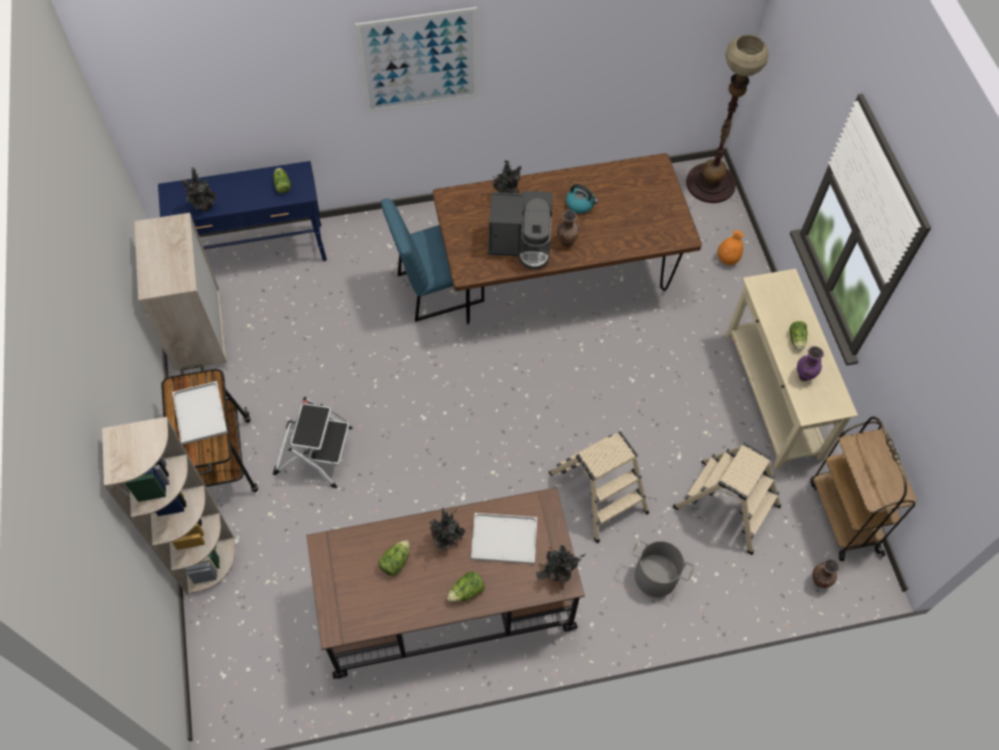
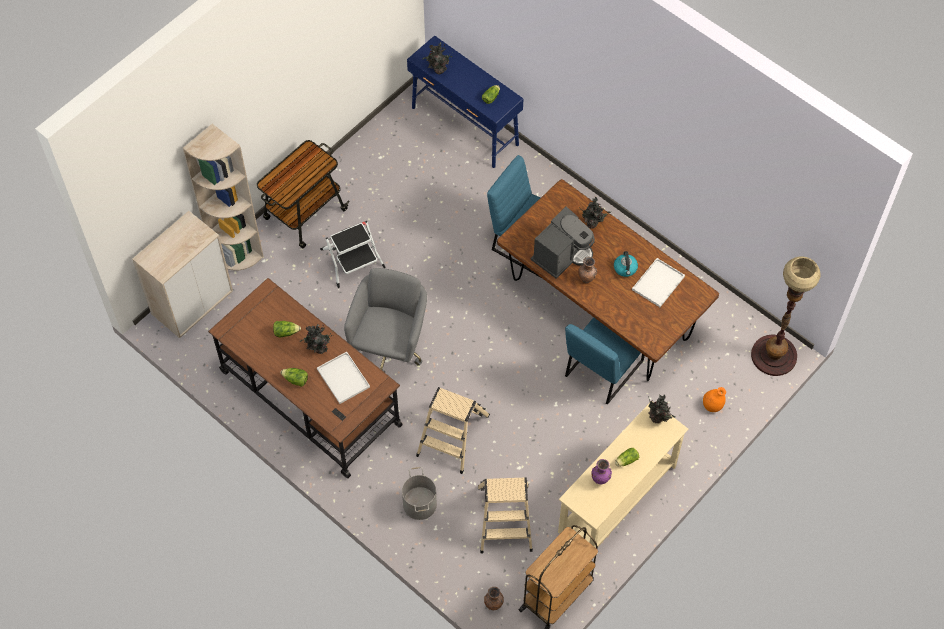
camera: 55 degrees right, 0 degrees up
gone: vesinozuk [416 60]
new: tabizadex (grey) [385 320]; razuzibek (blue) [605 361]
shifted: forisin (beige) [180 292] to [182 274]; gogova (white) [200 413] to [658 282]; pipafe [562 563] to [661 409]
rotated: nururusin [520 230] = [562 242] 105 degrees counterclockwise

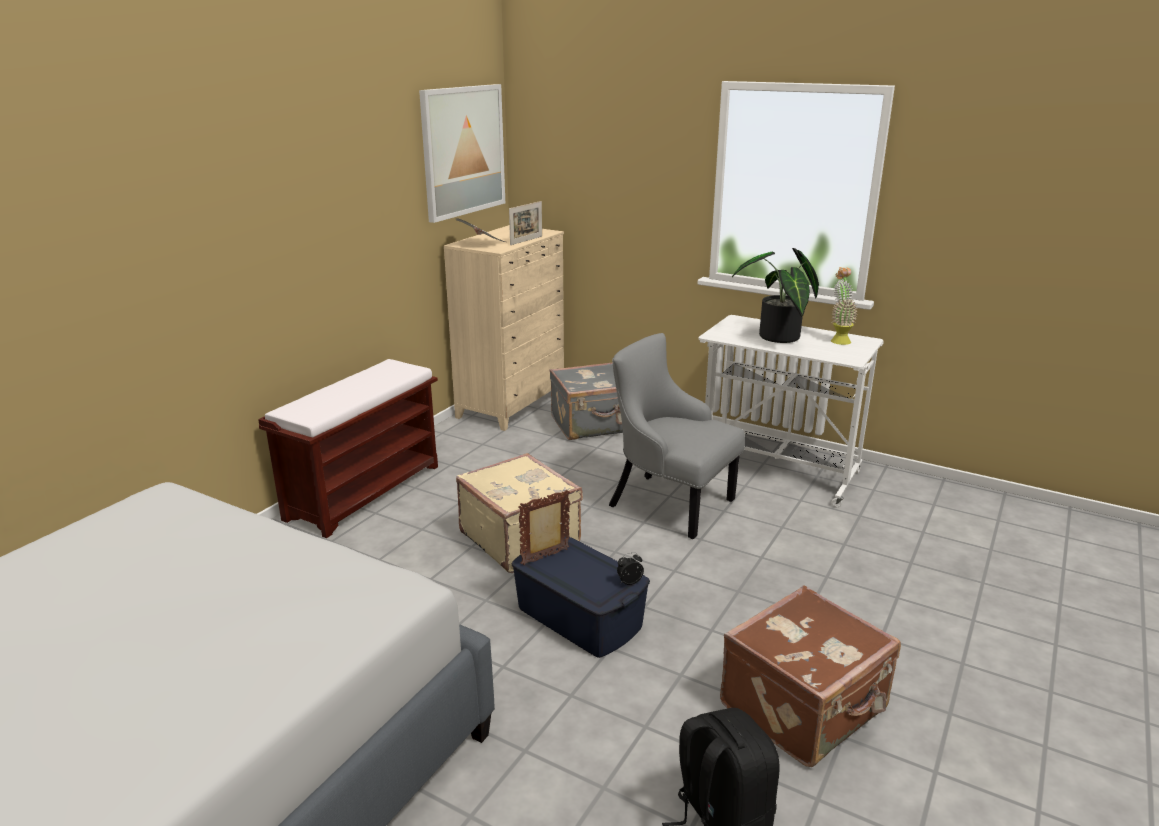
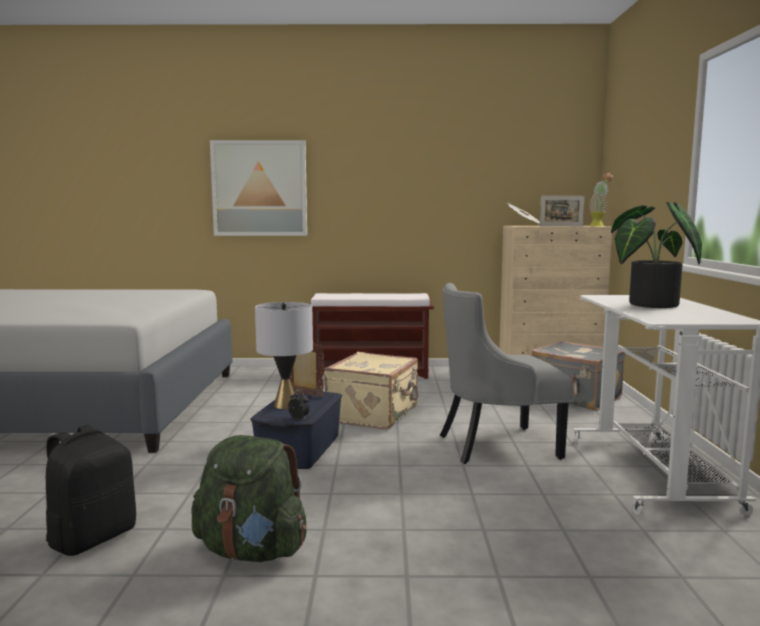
camera: 60 degrees right, 15 degrees down
new: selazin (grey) [284 355]
shifted: vesinozuk [462 153] to [258 188]; pipafe [844 306] to [601 199]
swapped: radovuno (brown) [810 676] to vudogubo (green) [248 498]
rotated: razuzibek (grey) [677 436] = [507 373] 105 degrees counterclockwise

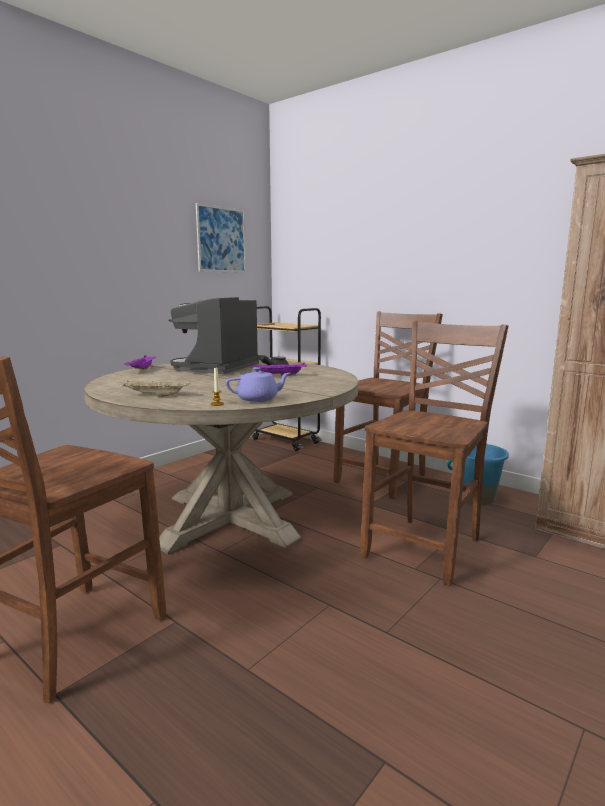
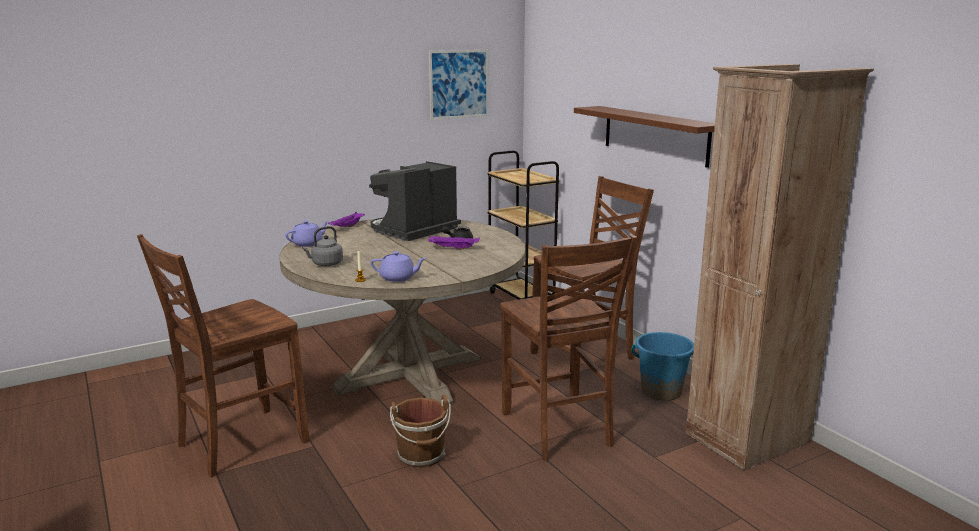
camera: 20 degrees right, 5 degrees up
new: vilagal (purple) [307 233]; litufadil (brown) [420 431]; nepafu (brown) [644 137]
swapped: gogova (beige) [156 389] to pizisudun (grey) [322 246]
rotated: razuzibek (brown) [434 453] = [568 348] 105 degrees clockwise

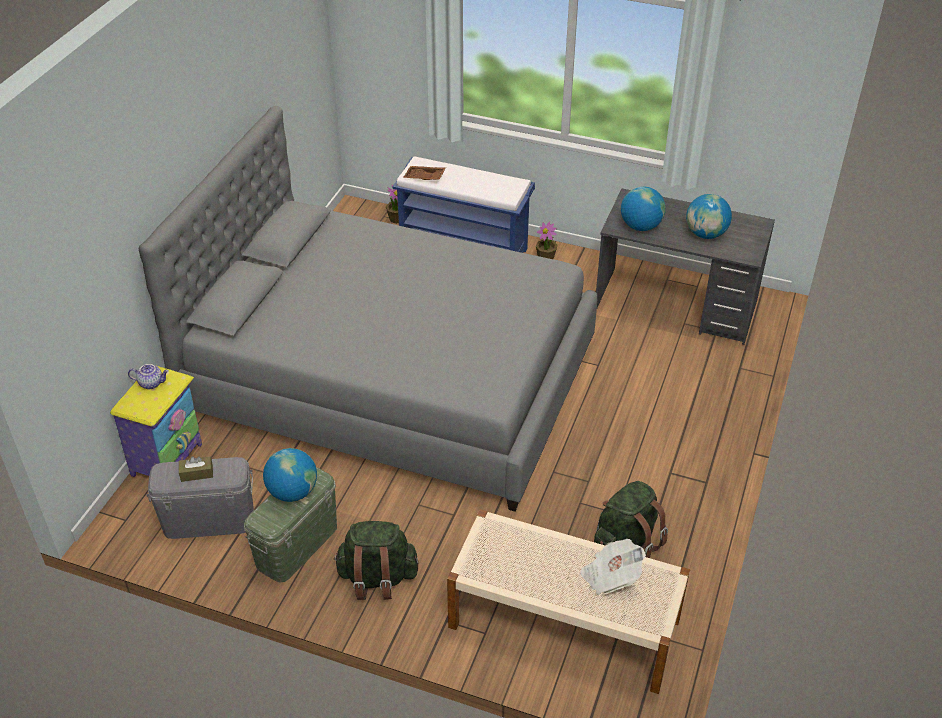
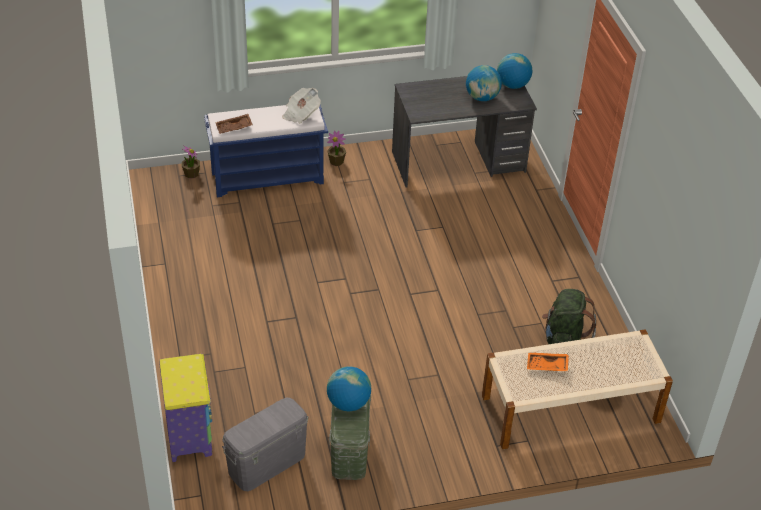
camera: 35 degrees left, 0 degrees up
gone: vilagal [148 376]; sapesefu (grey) [368 308]; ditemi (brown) [196 469]; vudogubo (green) [376 560]
new: gogova (orange) [548 361]
shifted: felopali [613 567] to [301 106]; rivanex [643 209] to [514 71]

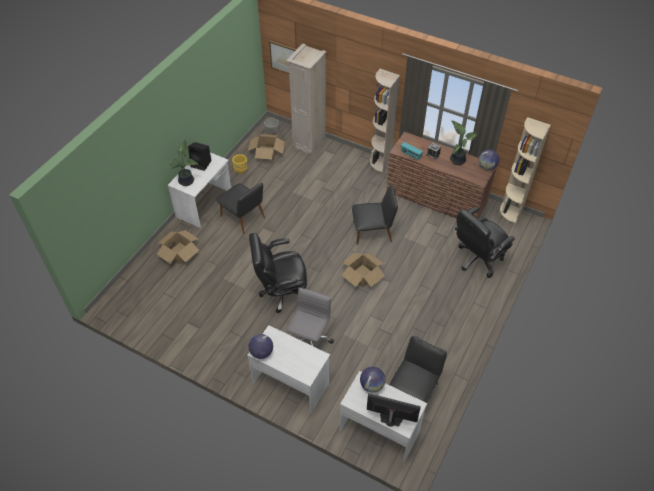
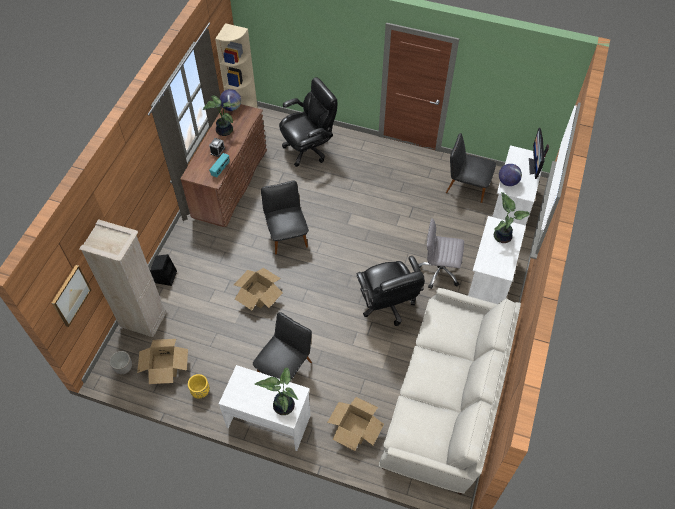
camera: 100 degrees left, 5 degrees up
gone: rivanex [260 346]; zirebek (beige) [385 121]
new: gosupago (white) [450 391]; pipafe [512 217]
shifted: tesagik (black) [199 156] to [163 270]; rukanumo [363 270] to [258 289]
rotated: tabizadex (black) [485 242] = [308 122] 75 degrees counterclockwise

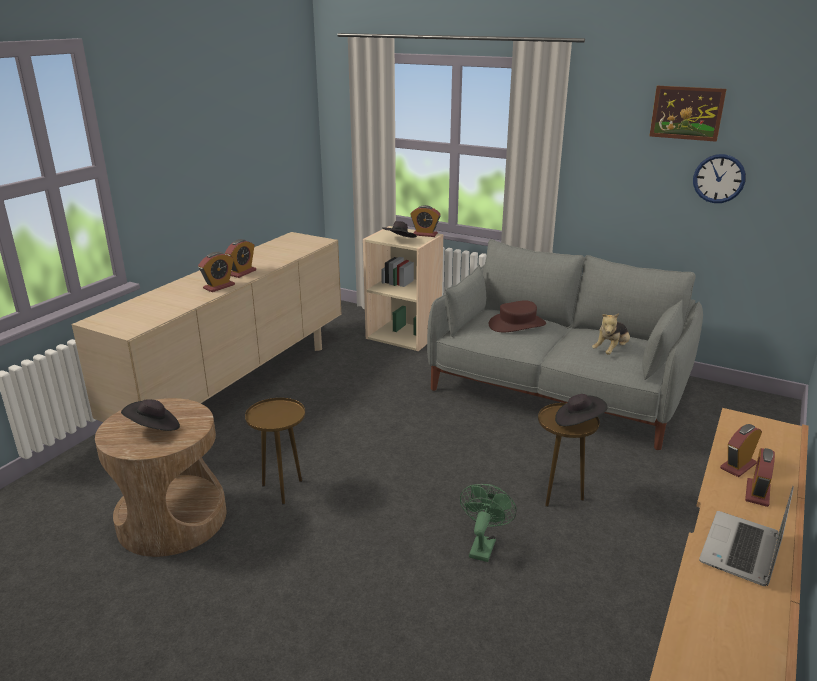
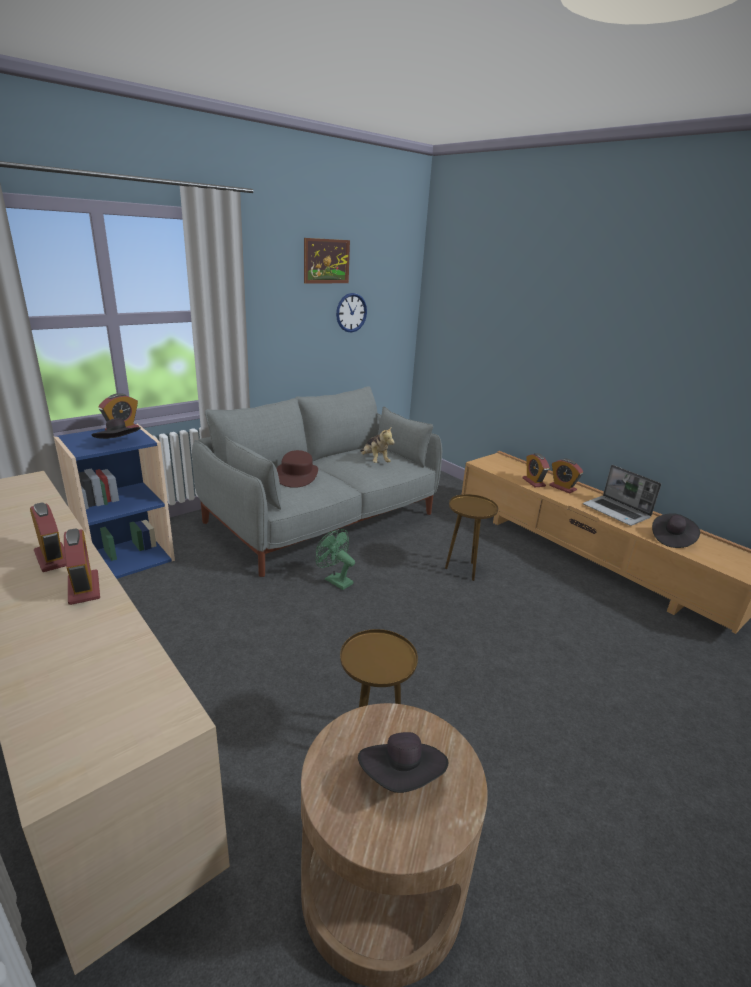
camera: 70 degrees left, 0 degrees up
shifted: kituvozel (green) [488 523] to [335 559]; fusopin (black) [581 410] to [676 530]
repainted: zirebek (beige) [403 288] to zirebek (blue) [114 501]

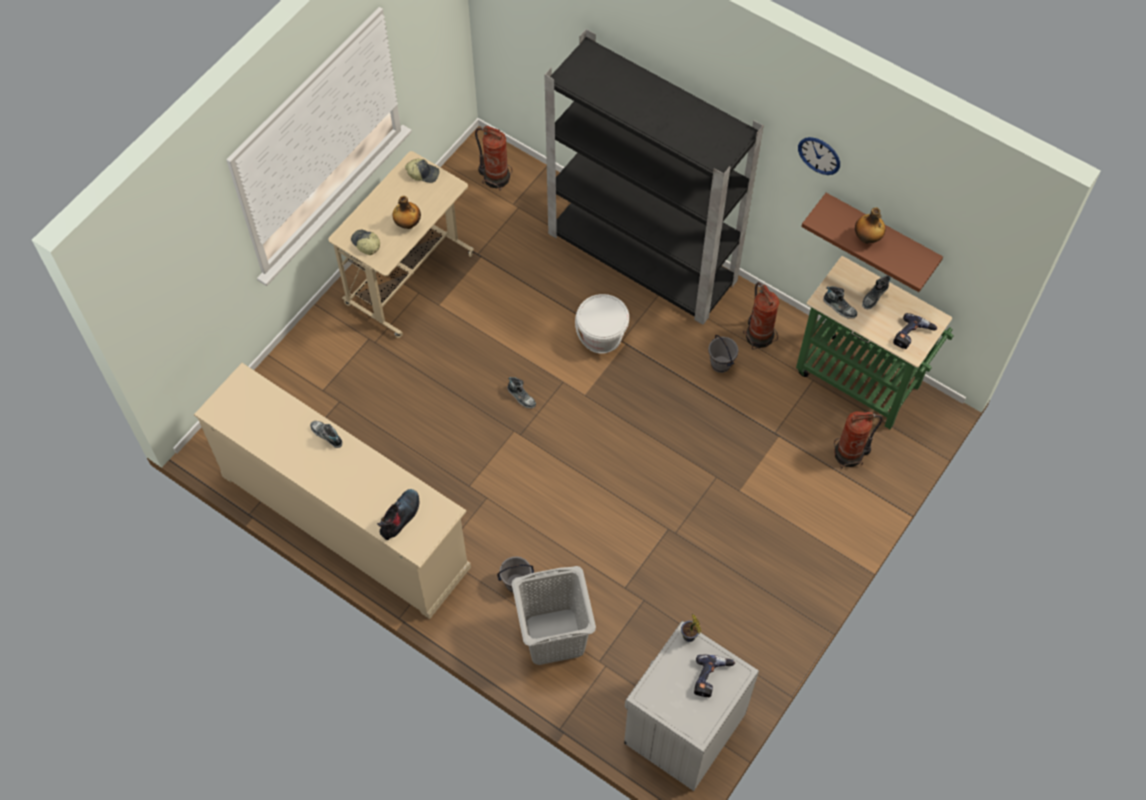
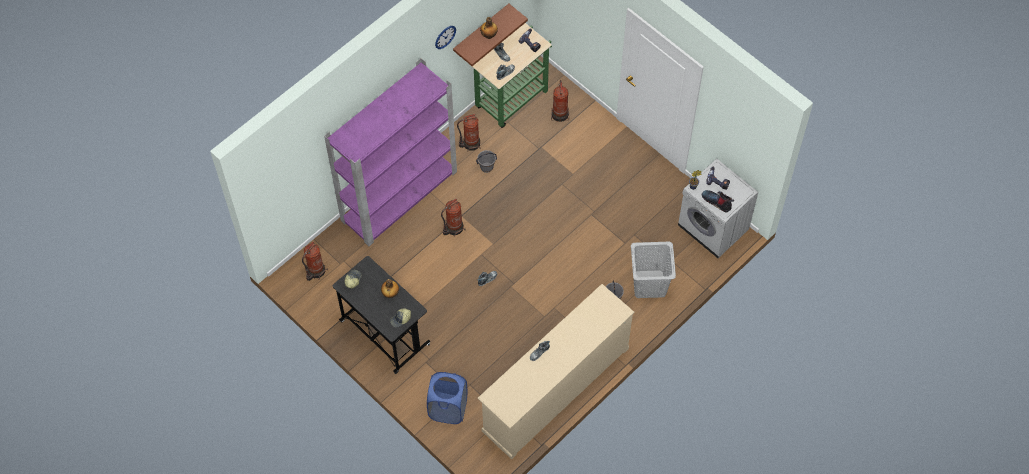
camera: 80 degrees left, 0 degrees up
new: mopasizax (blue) [447 398]
shifted: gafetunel [398 514] to [718 201]
swapped: litufadil (white) [602 324] to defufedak [453 218]
repainted: zirebek (black) [654 177] to zirebek (purple) [390 152]; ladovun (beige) [401 244] to ladovun (black) [381 315]

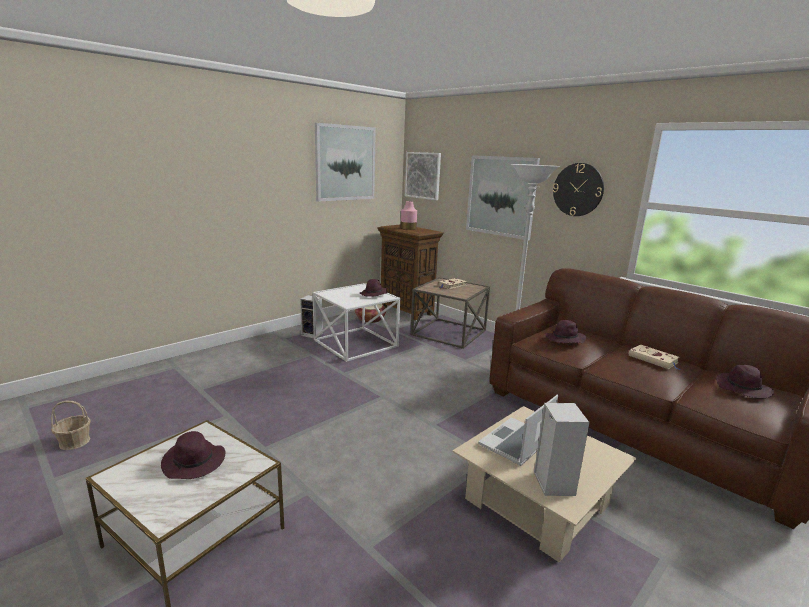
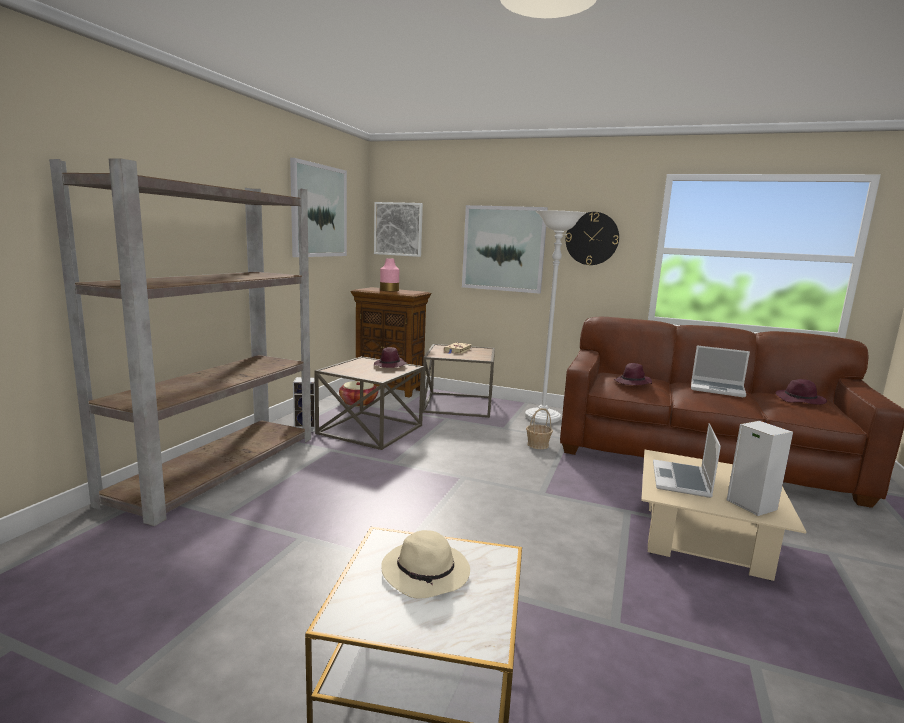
camera: 25 degrees left, 5 degrees down
new: zirebek (brown) [180 342]
shifted: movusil [71 425] to [539 428]
swapped: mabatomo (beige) [655 357] to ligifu [720 371]
repainted: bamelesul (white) [356 322] to bamelesul (brown) [369 403]; fusopin (purple) [193 455] to fusopin (beige) [425 564]

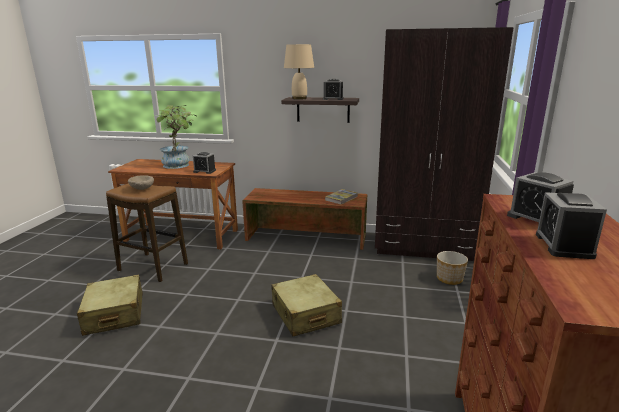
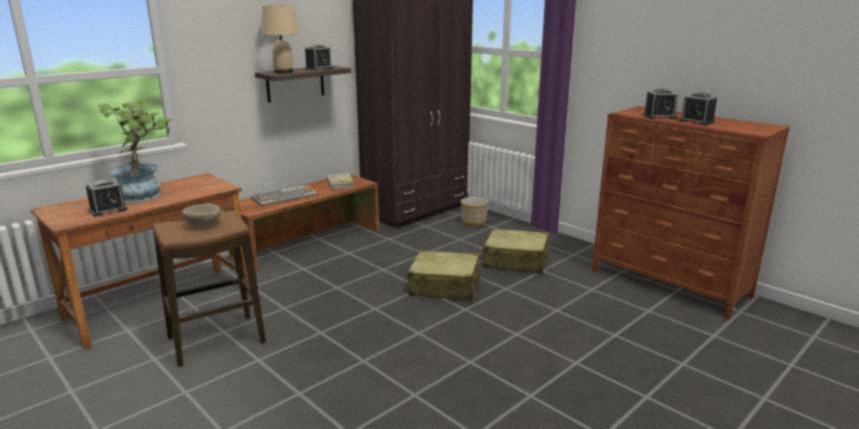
camera: 55 degrees left, 0 degrees up
new: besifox [284 196]
shifted: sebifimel [204 163] to [107 198]; radovuno (beige) [110 305] to [517 251]

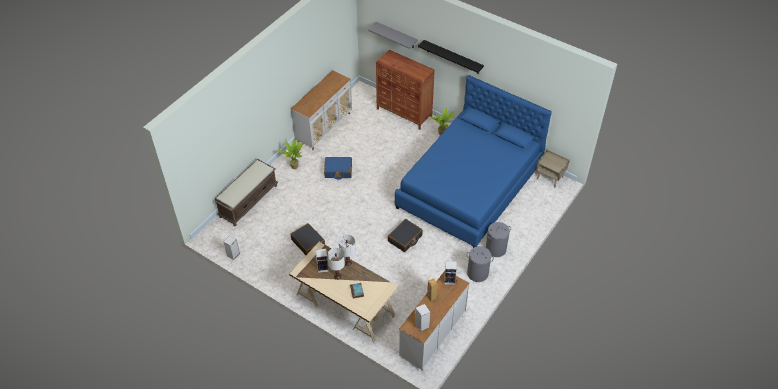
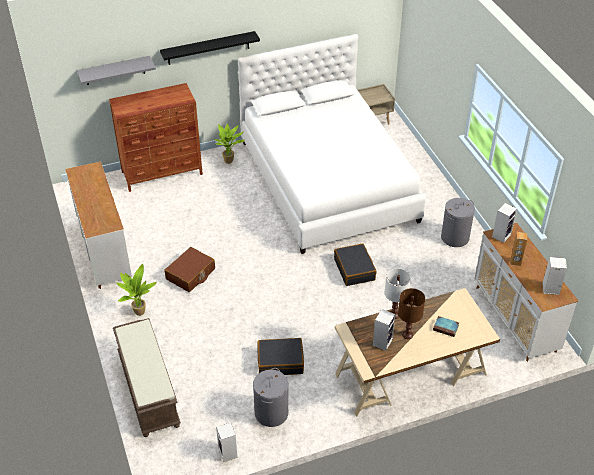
camera: 55 degrees left, 5 degrees down
shifted: mopasizax (grey) [498 239] to [270 397]
repainted: radovuno (blue) [338 168] to radovuno (brown) [189 269]; sapesefu (blue) [473 161] to sapesefu (white) [332 144]; selazin (white) [336 264] to selazin (brown) [411 313]

